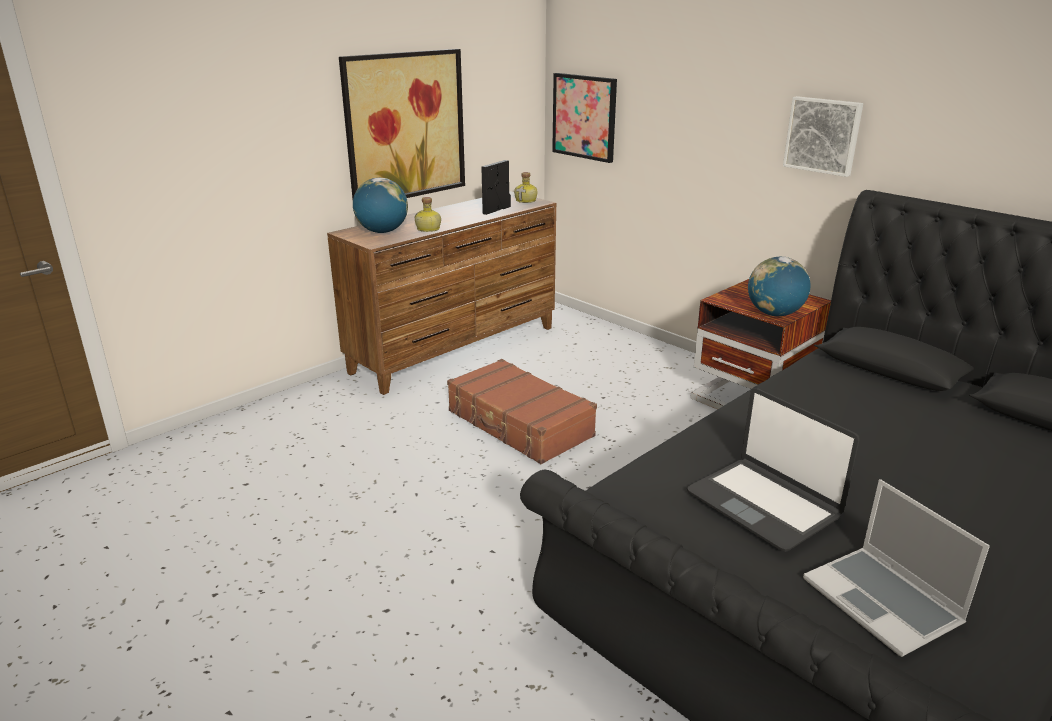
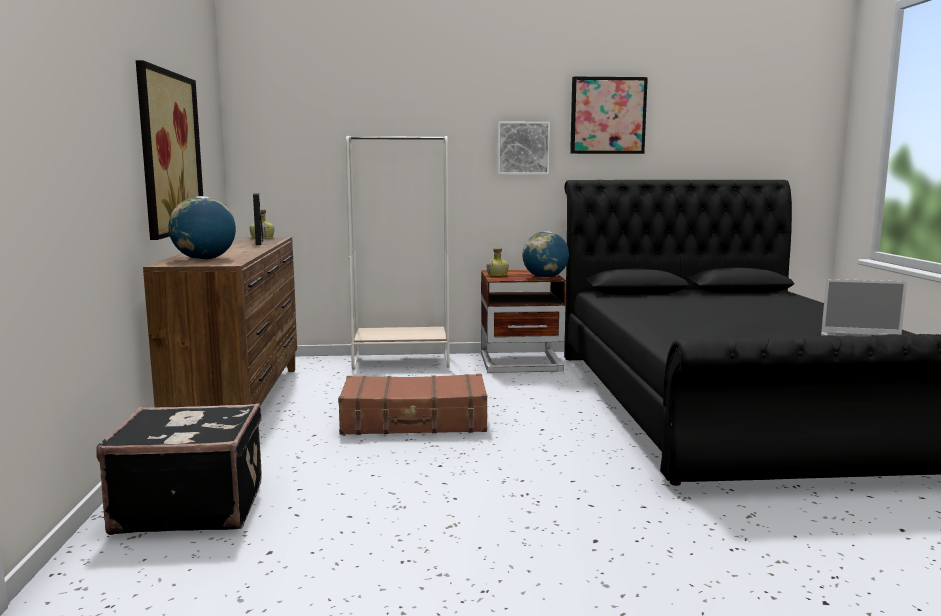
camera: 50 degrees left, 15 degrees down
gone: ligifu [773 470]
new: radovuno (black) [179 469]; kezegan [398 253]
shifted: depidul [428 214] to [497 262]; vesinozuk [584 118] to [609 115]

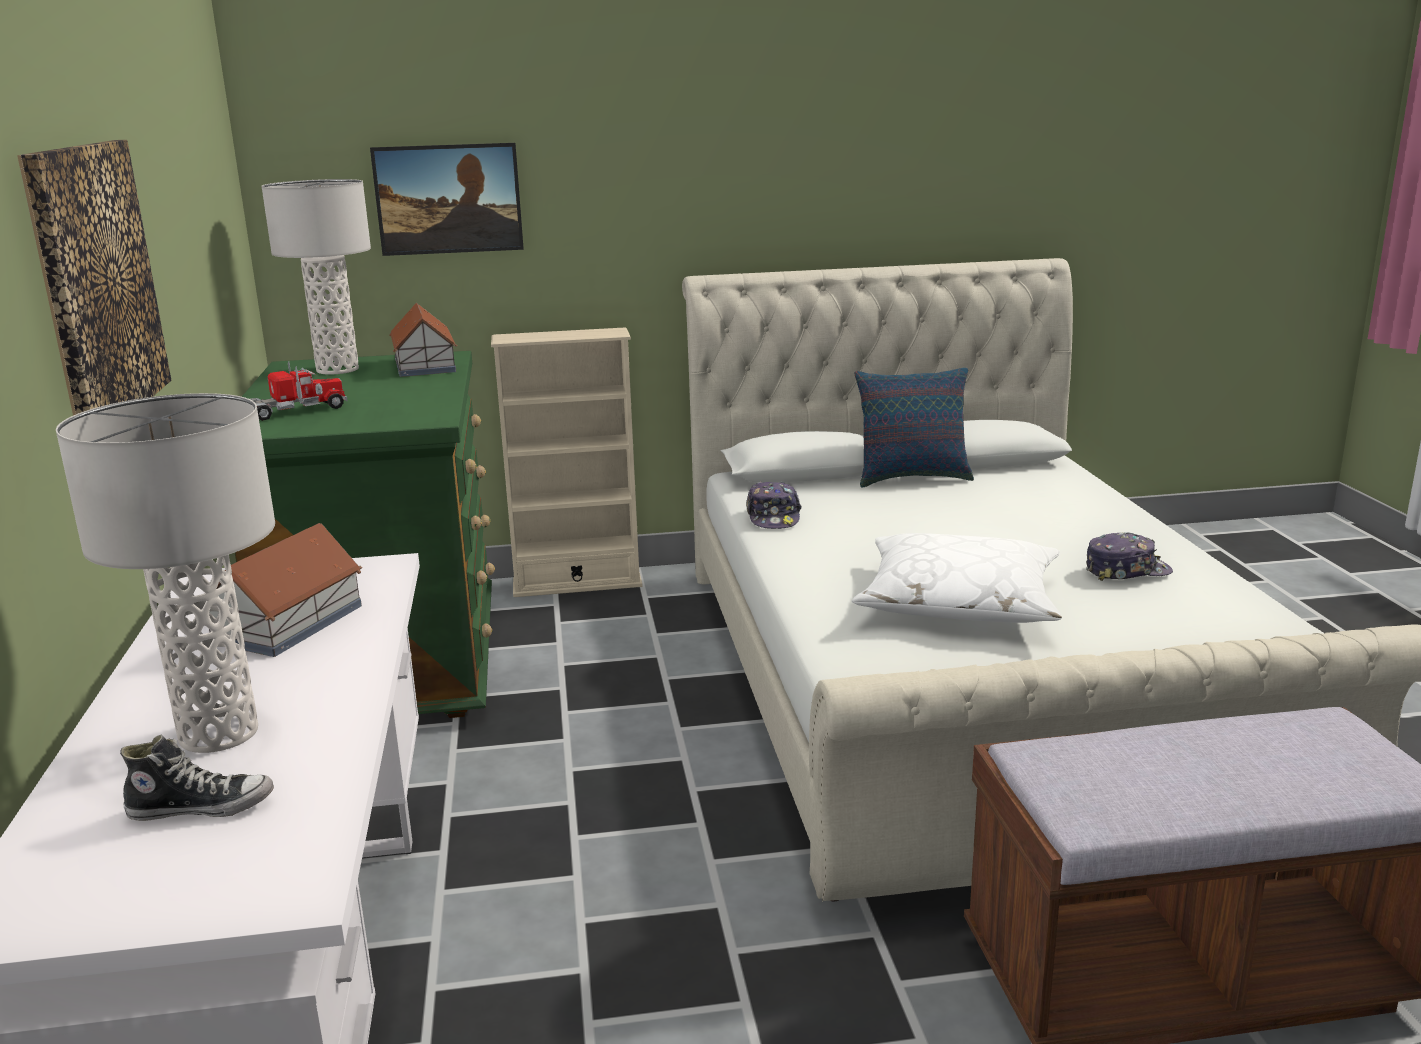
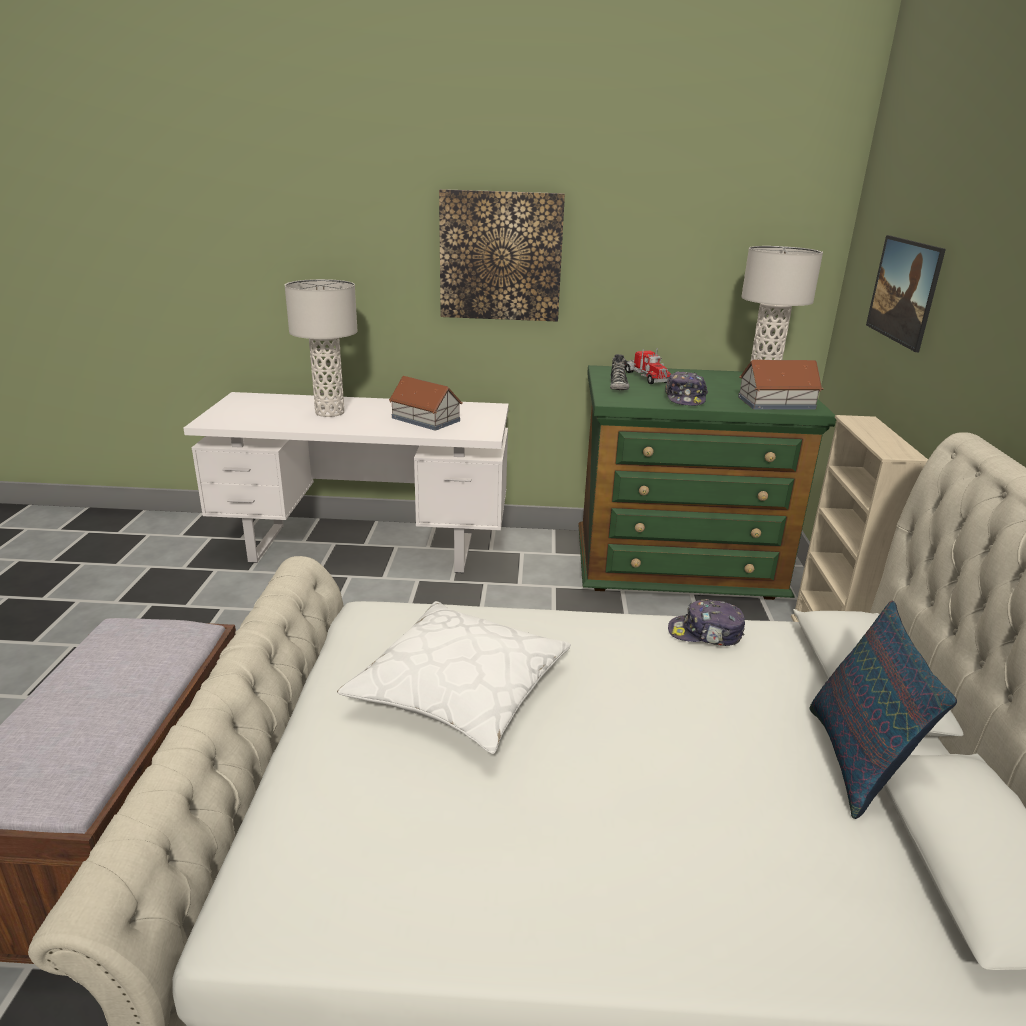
camera: 100 degrees right, 5 degrees up
shifted: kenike [197 778] to [619 372]; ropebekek [1129 556] to [686 388]

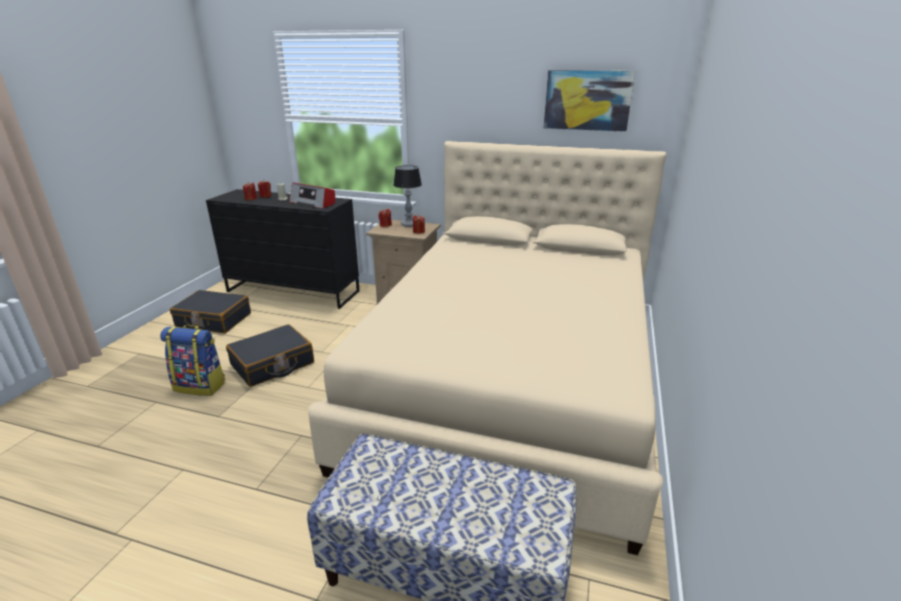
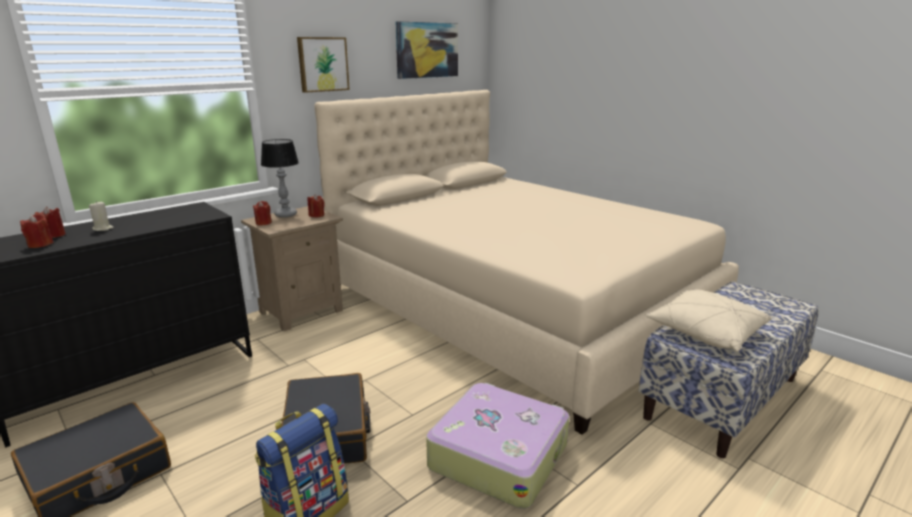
camera: 60 degrees left, 5 degrees down
gone: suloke [312 196]
new: vesinozuk [323 65]; radovuno [498 446]; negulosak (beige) [709 320]

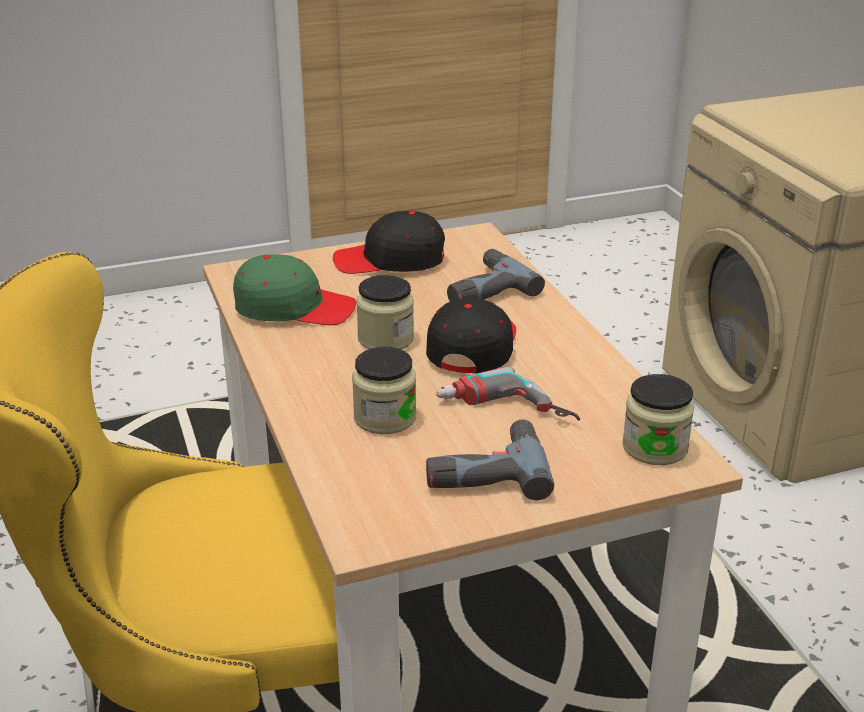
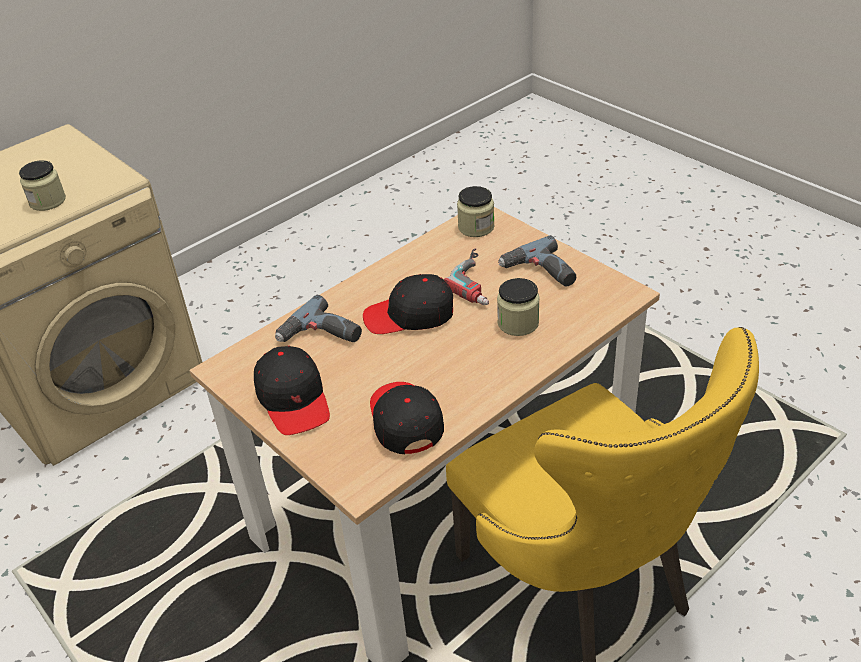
camera: 110 degrees left, 10 degrees up
shifted: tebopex [385 312] to [42 185]
repainted: ropebekek (green) [294 289] to ropebekek (black) [407 418]

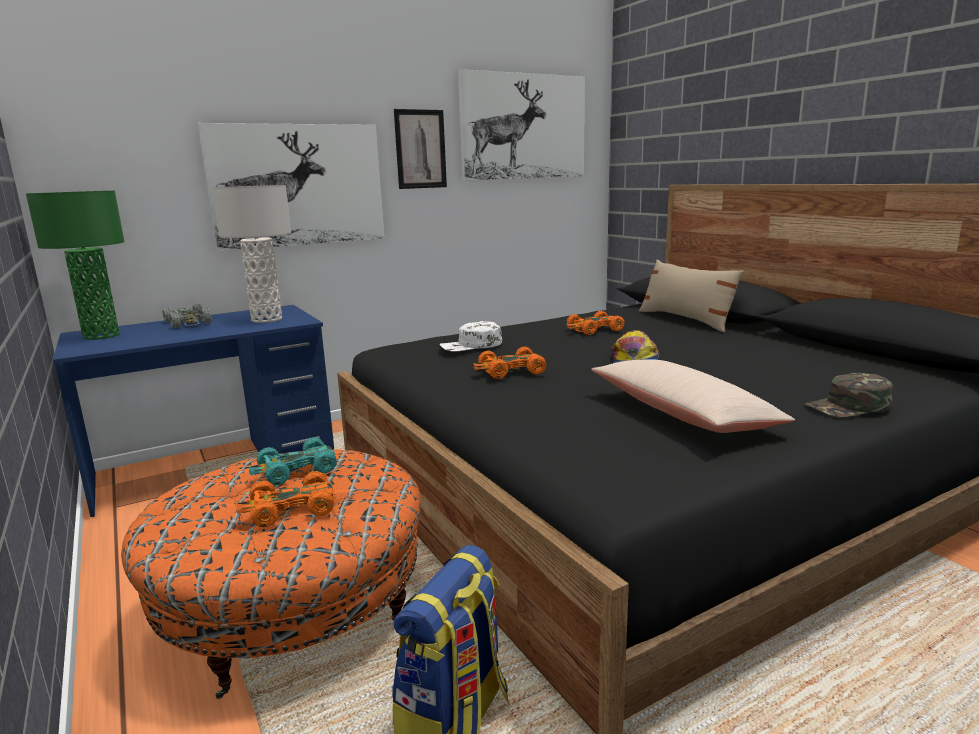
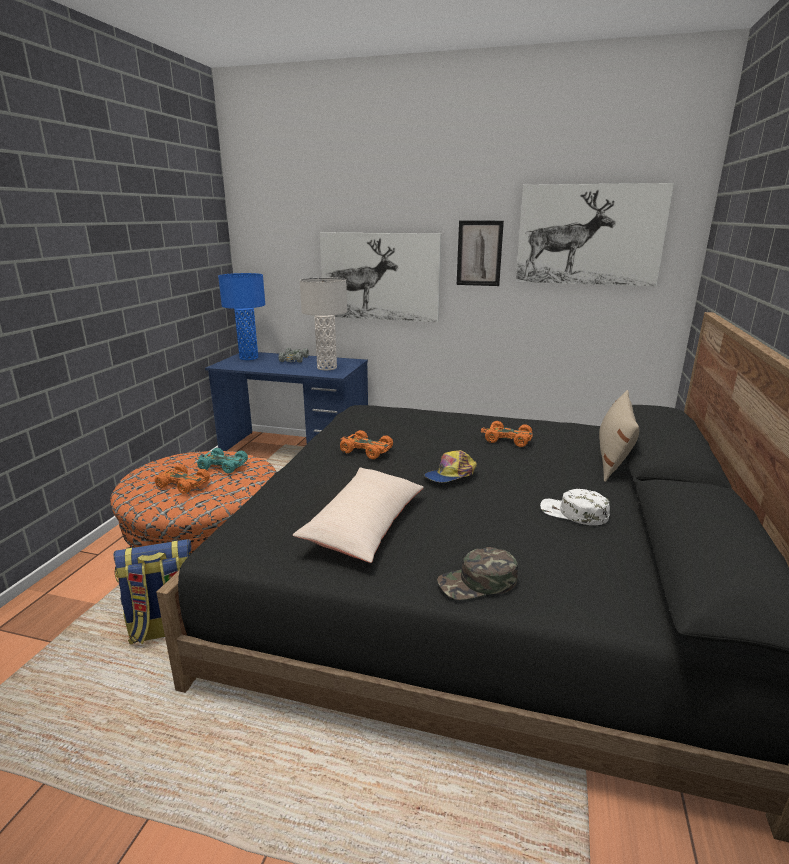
camera: 45 degrees right, 5 degrees up
shifted: ropebekek (white) [471 336] to [575 507]
repainted: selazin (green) [75 265] to selazin (blue) [241 316]
rotated: ropebekek (green) [849 395] = [477 573] 45 degrees counterclockwise

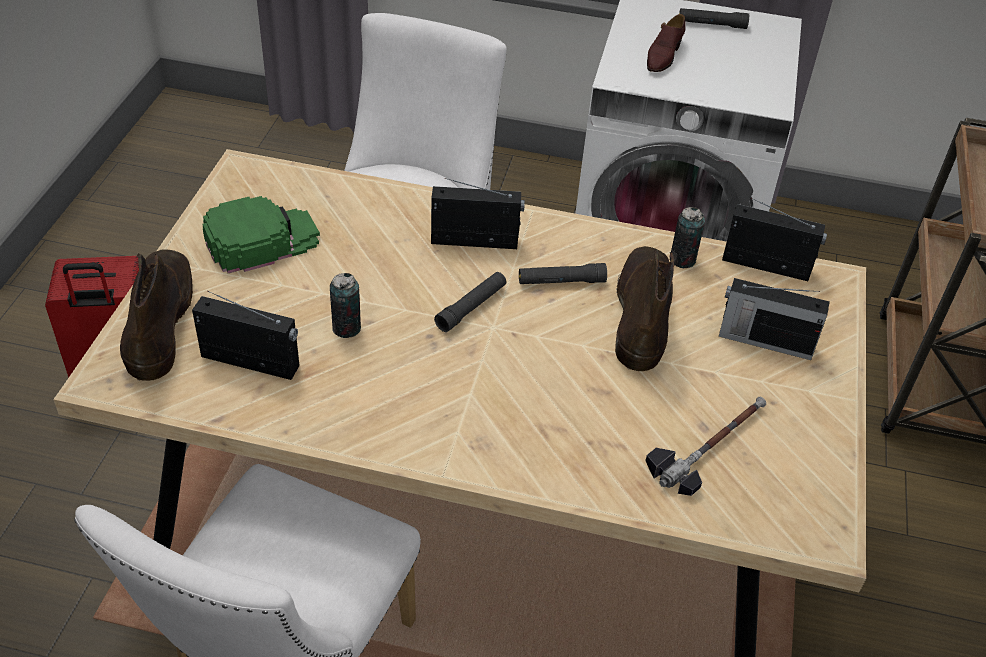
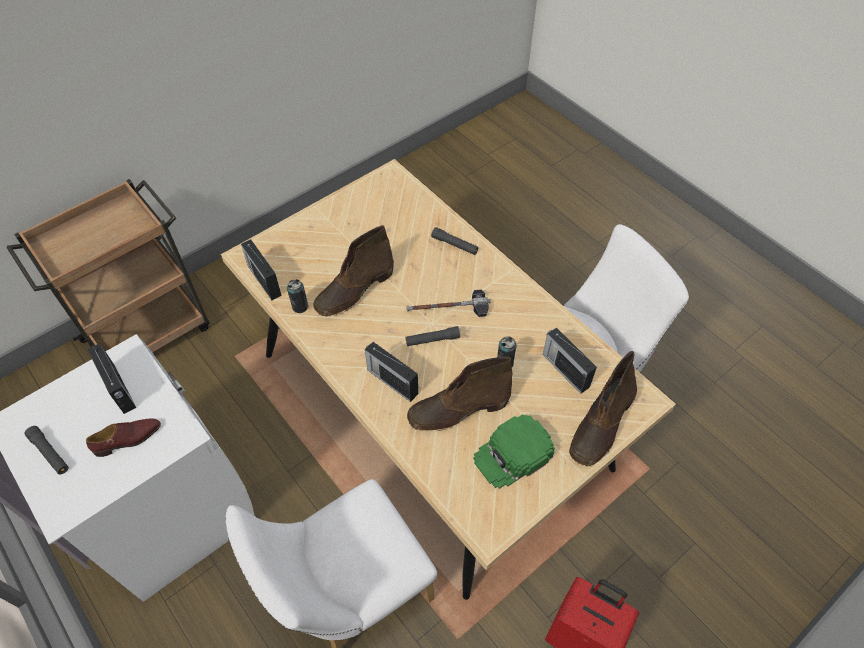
camera: 140 degrees left, 10 degrees up
new: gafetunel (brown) [460 393]
shifted: suloke [774 319] to [111 378]; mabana [705 446] to [448 303]; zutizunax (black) [563 273] to [454 241]
rotated: ropebekek (green) [261 234] = [514 451] 45 degrees counterclockwise

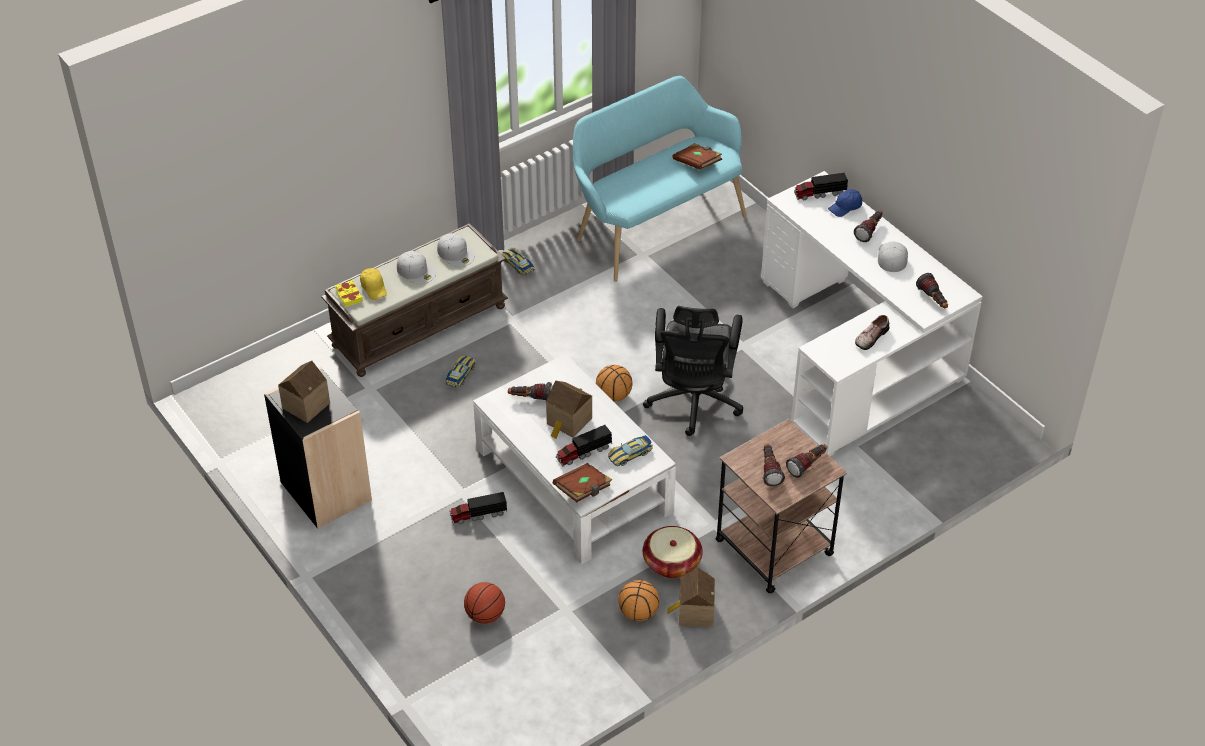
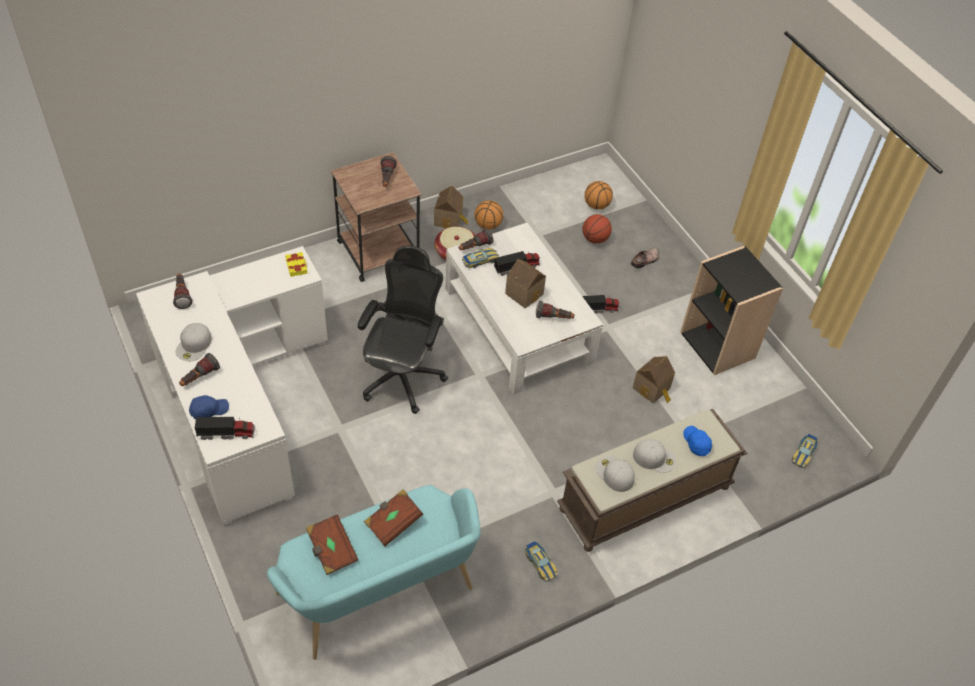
camera: 175 degrees left, 5 degrees up
shifted: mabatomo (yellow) [349 293] to [296 264]; mabatomo (brown) [582 482] to [393 517]; zutizunax [806 461] to [476 239]; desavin [614 383] to [599 195]; kenike [872 332] to [645 257]; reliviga [304 392] to [654 380]; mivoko [460 371] to [805 451]
repainted: ropebekek (yellow) [373 284] to ropebekek (blue) [697 441]
rotated: ropebekek (white) [416 267] = [654 456] 150 degrees clockwise

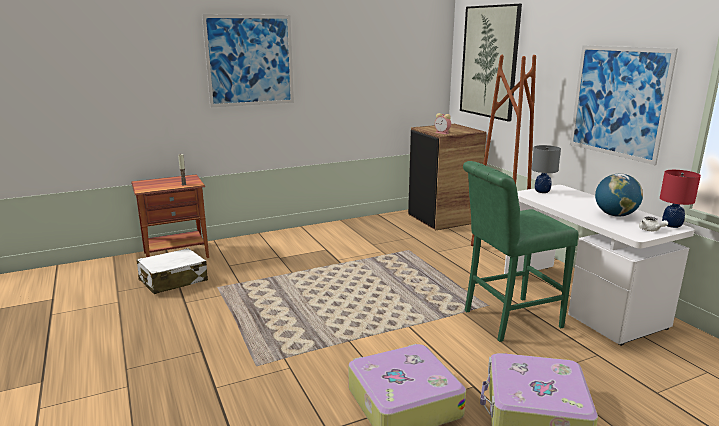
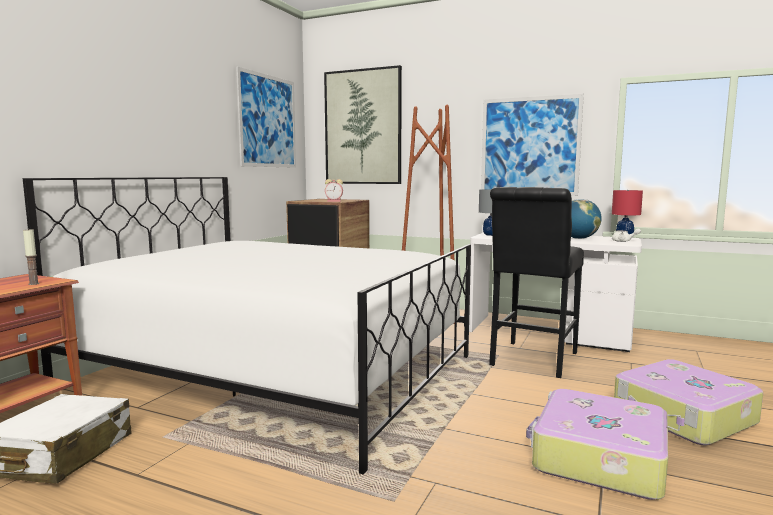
camera: 40 degrees left, 10 degrees down
new: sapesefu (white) [247 325]
shifted: vesinozuk [248 61] to [266 117]
repainted: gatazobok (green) [520 251] to gatazobok (black) [536 282]

